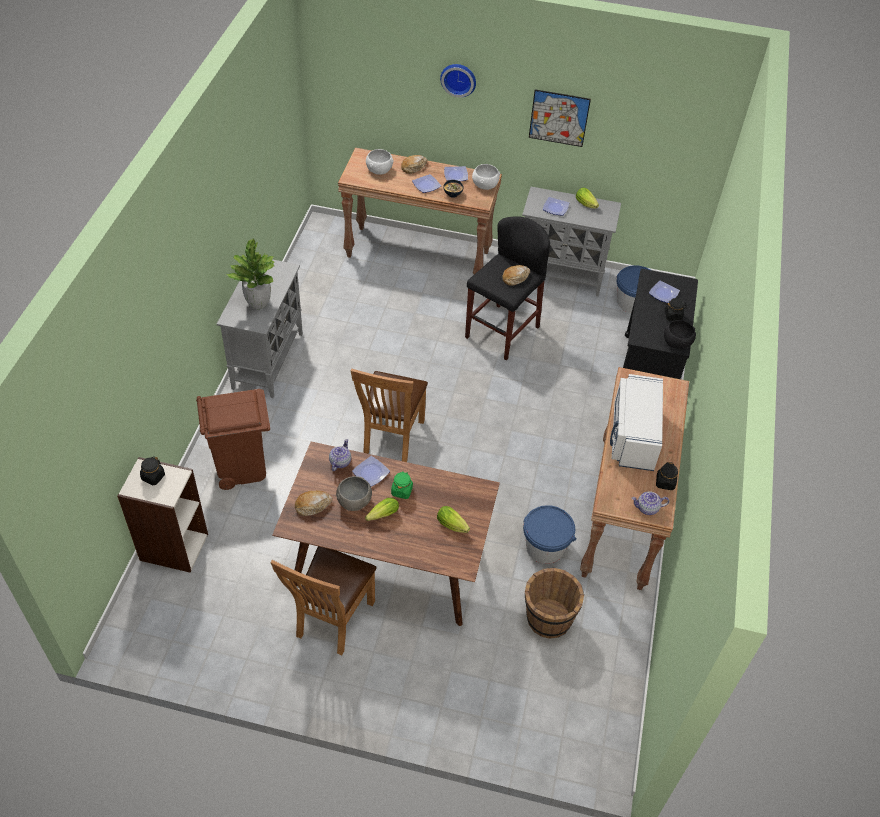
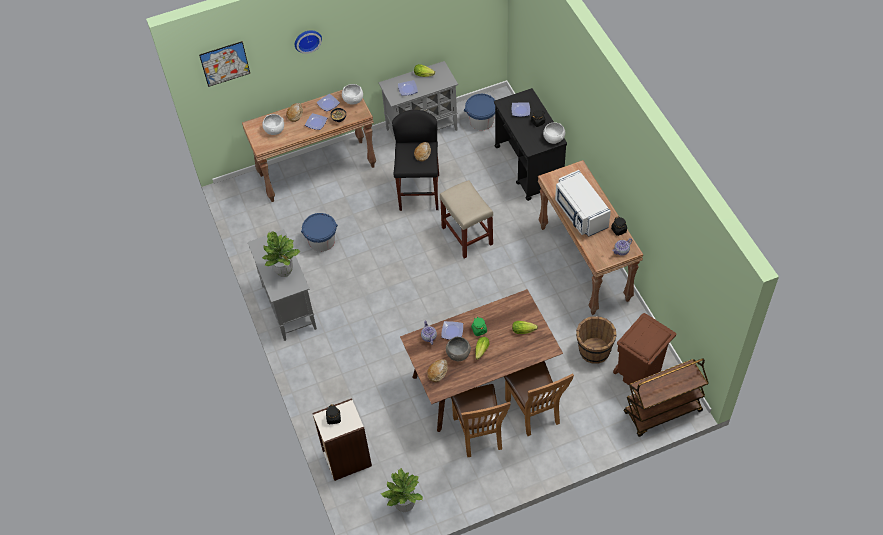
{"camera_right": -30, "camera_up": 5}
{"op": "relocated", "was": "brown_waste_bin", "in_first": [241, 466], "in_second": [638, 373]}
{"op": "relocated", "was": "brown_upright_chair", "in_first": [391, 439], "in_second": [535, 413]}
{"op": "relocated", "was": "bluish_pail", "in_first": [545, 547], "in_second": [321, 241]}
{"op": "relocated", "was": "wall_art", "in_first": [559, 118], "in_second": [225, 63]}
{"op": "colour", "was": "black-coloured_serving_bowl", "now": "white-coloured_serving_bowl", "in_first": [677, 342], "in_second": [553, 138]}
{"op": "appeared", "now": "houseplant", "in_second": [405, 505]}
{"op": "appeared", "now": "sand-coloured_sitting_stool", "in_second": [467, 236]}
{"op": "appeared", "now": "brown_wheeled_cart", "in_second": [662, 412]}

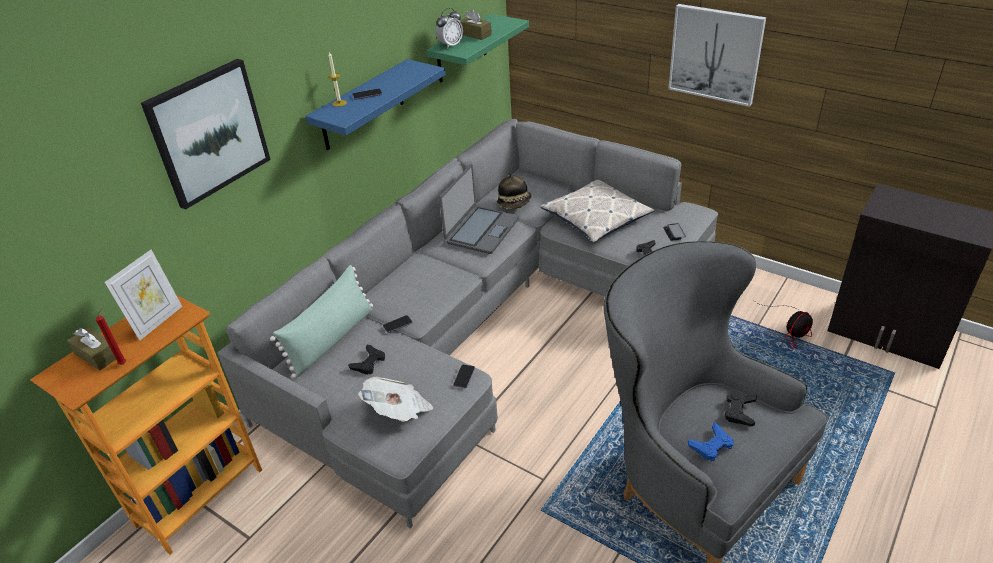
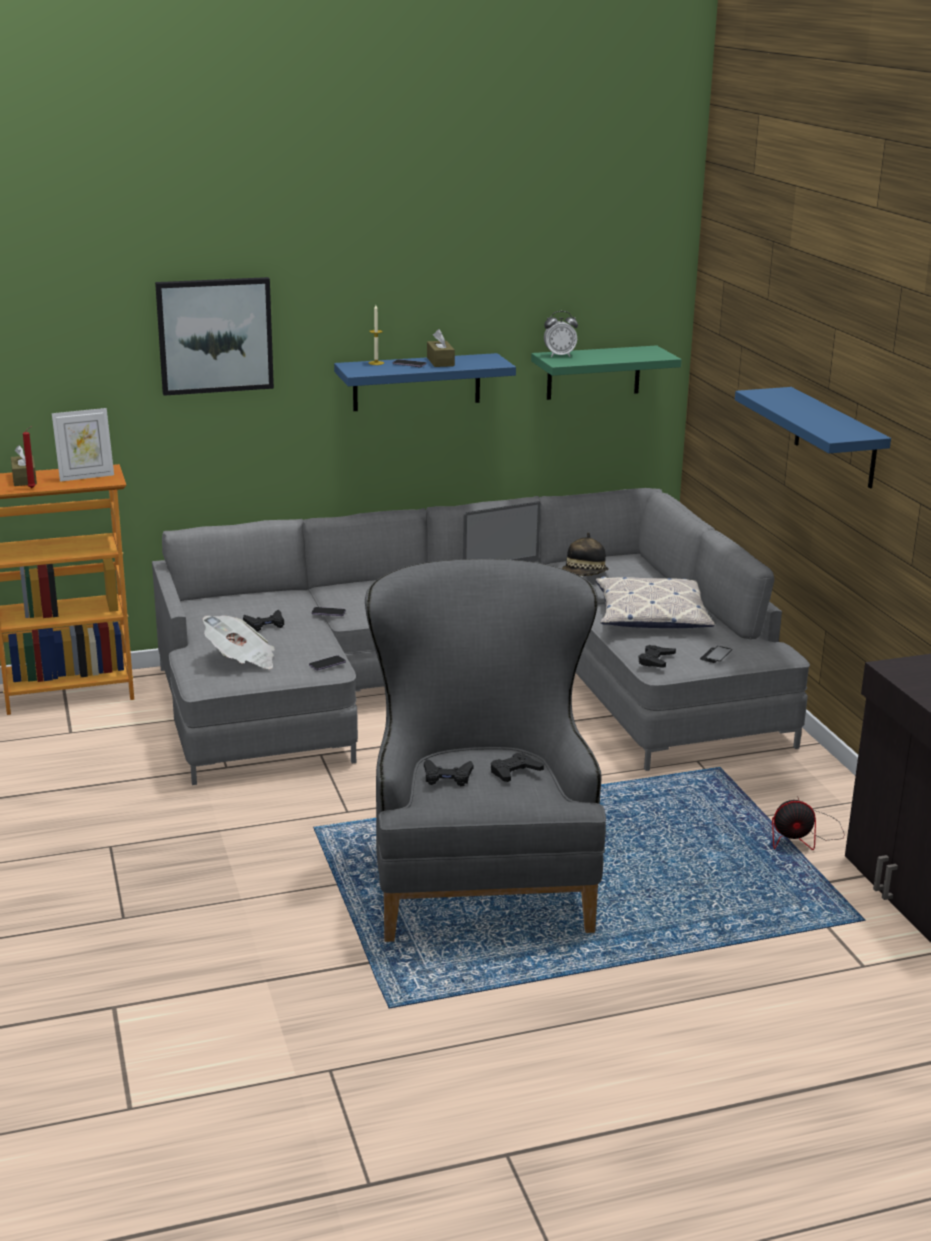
{"camera_right": 35, "camera_up": -15}
{"op": "missing", "was": "greenish_throw_pillow", "in_first": [331, 339]}
{"op": "relocated", "was": "brown_box_of_tissues", "in_first": [475, 34], "in_second": [440, 362]}
{"op": "exchanged", "was": "wall_art", "now": "bluish_bracket_shelf", "in_first": [715, 54], "in_second": [835, 438]}
{"op": "colour", "was": "bluish_gamepad", "now": "black-coloured_gamepad", "in_first": [711, 445], "in_second": [447, 777]}

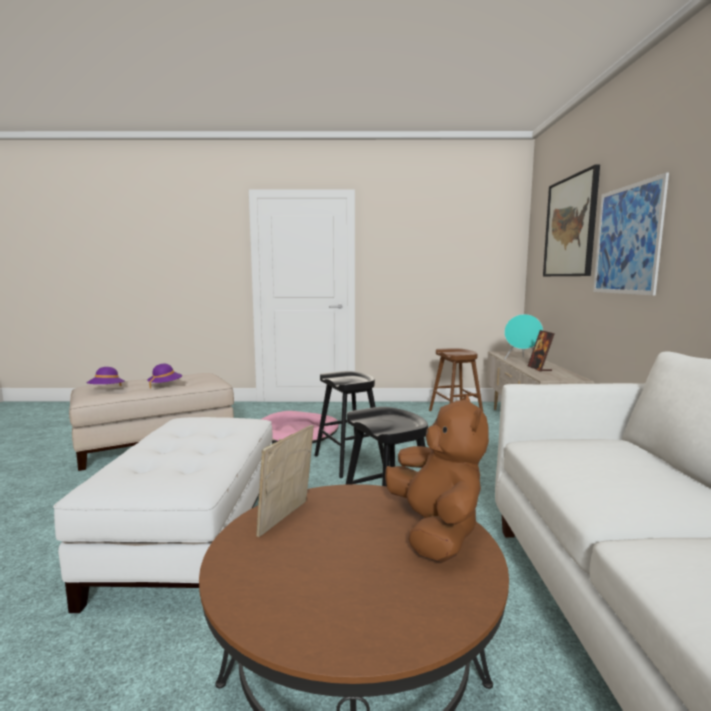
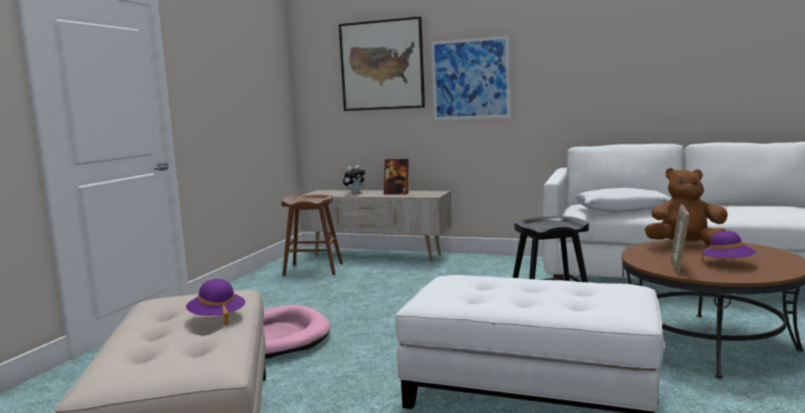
{"camera_right": -70, "camera_up": 0}
{"op": "relocated", "was": "purplish_clothing_hat", "in_first": [106, 390], "in_second": [728, 264]}
{"op": "spun", "was": "photo_frame", "in_first": [287, 519], "in_second": [678, 267], "clockwise": 60}
{"op": "missing", "was": "black-coloured_sitting_stool", "in_first": [349, 461]}
{"op": "exchanged", "was": "blue-green_speaker", "now": "cuddly_toy", "in_first": [522, 360], "in_second": [355, 193]}
{"op": "appeared", "now": "white-coloured_throw_pillow", "in_second": [621, 209]}

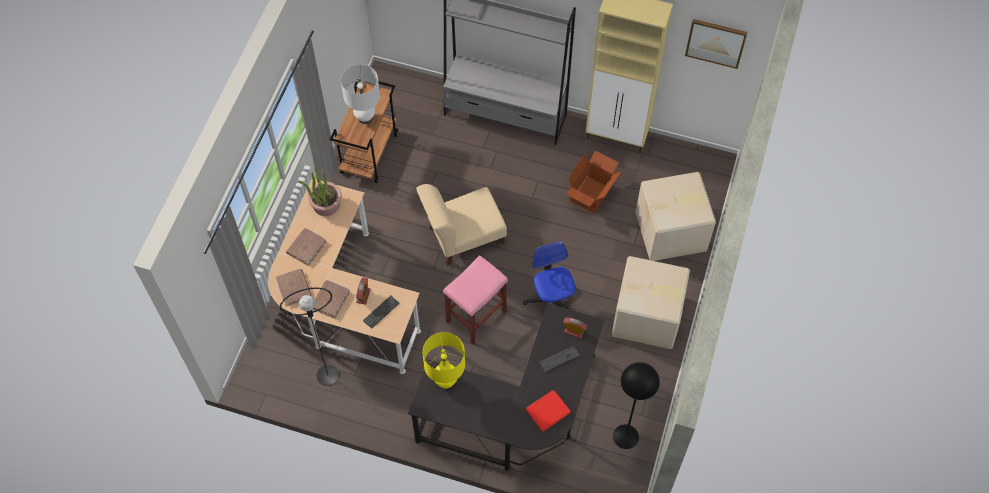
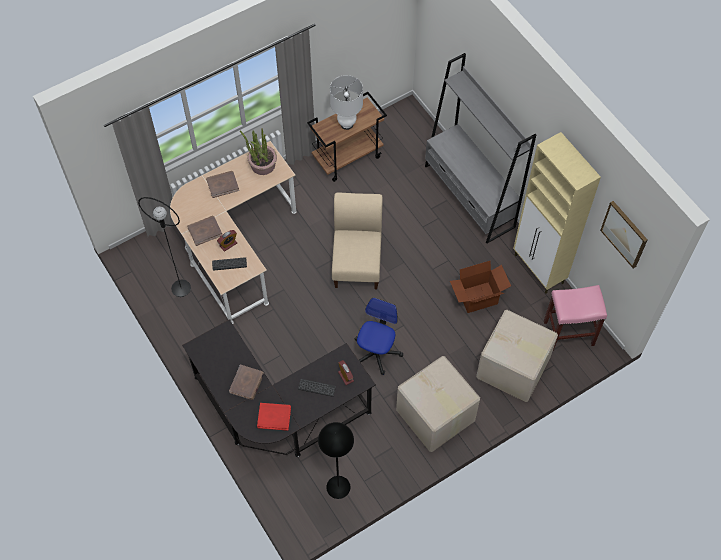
{"camera_right": 40, "camera_up": 0}
{"op": "relocated", "was": "brown_book", "in_first": [294, 288], "in_second": [247, 383]}
{"op": "spun", "was": "sand-coloured_upright_chair", "in_first": [463, 237], "in_second": [357, 261], "clockwise": 75}
{"op": "missing", "was": "yellowish_table_lamp", "in_first": [446, 381]}
{"op": "relocated", "was": "pink-coloured_sitting_stool", "in_first": [476, 317], "in_second": [568, 333]}

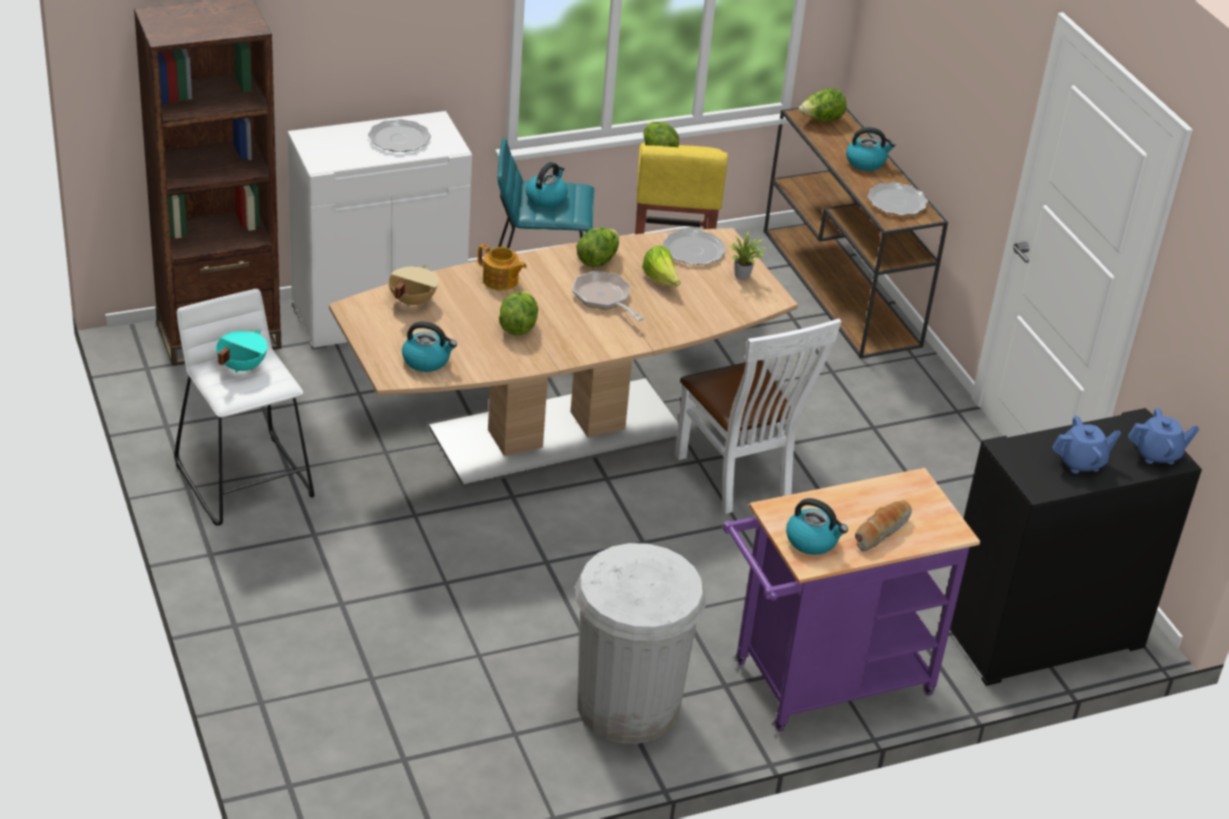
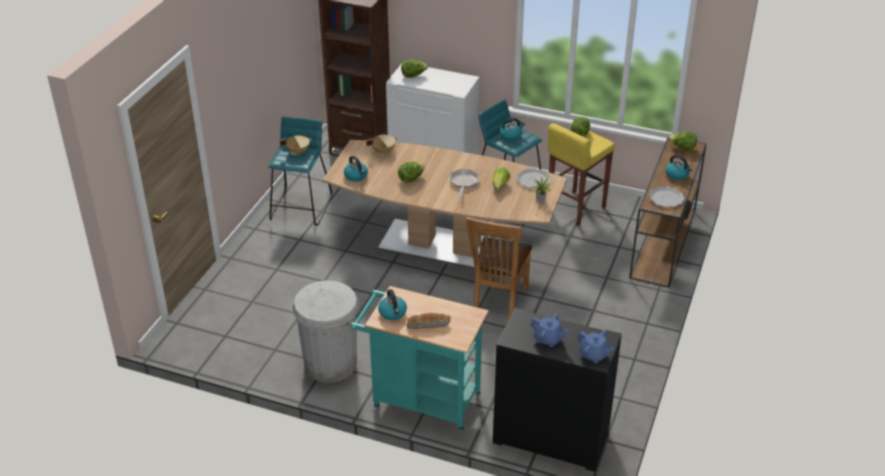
{"camera_right": 45, "camera_up": 0}
{"op": "colour", "was": "white-coloured_sitting_stool", "now": "blue-green_sitting_stool", "in_first": [246, 480], "in_second": [301, 208]}
{"op": "colour", "was": "blue-green_stockpot", "now": "sand-coloured_stockpot", "in_first": [241, 366], "in_second": [298, 152]}
{"op": "missing", "was": "dinner_plate", "in_first": [399, 139]}
{"op": "missing", "was": "pot_for_tea", "in_first": [500, 281]}
{"op": "relocated", "was": "lettuce_head", "in_first": [597, 260], "in_second": [413, 76]}
{"op": "colour", "was": "white-coloured_upright_chair", "now": "brown_upright_chair", "in_first": [738, 479], "in_second": [498, 301]}
{"op": "colour", "was": "purplish_wheeled_cart", "now": "blue-green_wheeled_cart", "in_first": [821, 683], "in_second": [420, 400]}

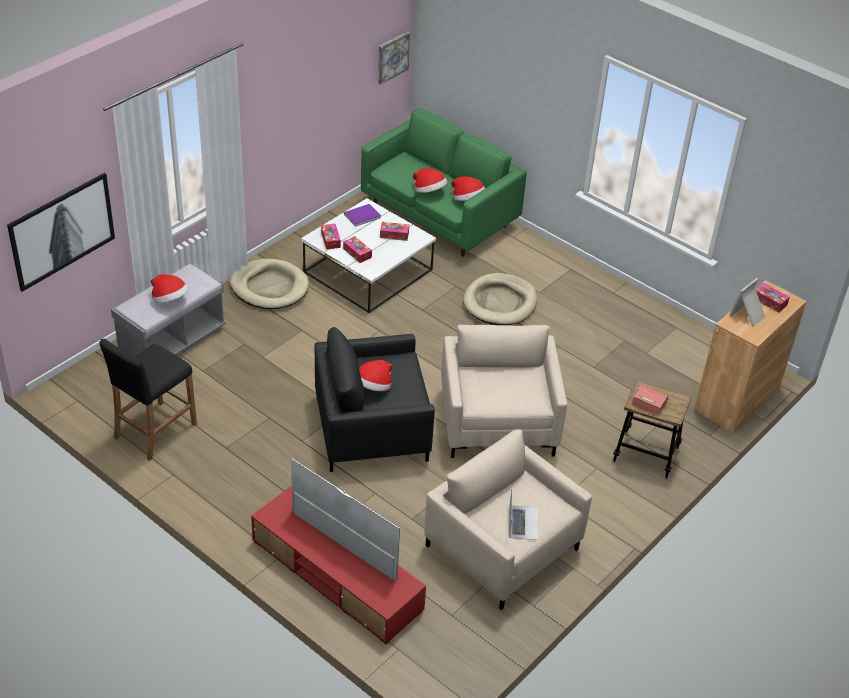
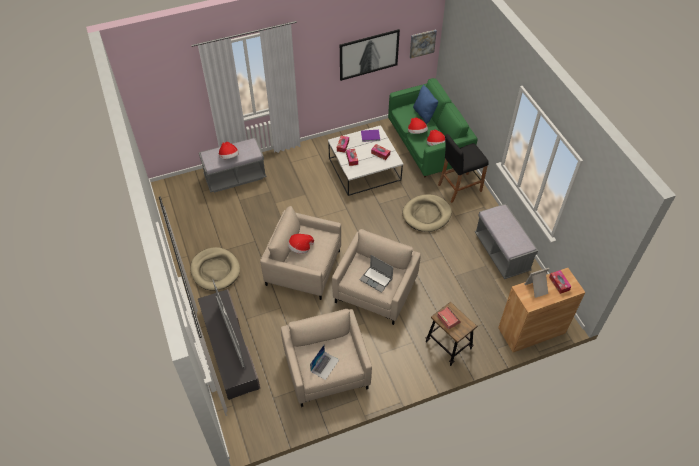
{"camera_right": 30, "camera_up": 10}
{"op": "relocated", "was": "wall_art", "in_first": [61, 230], "in_second": [368, 54]}
{"op": "relocated", "was": "black-coloured_sitting_stool", "in_first": [155, 430], "in_second": [459, 187]}
{"op": "relocated", "was": "sand-coloured_pet_bed", "in_first": [269, 287], "in_second": [215, 270]}
{"op": "colour", "was": "reddish_media_console", "now": "grey_media_console", "in_first": [336, 575], "in_second": [229, 348]}
{"op": "colour", "was": "black-coloured_easy_chair", "now": "sand-coloured_easy_chair", "in_first": [371, 428], "in_second": [303, 267]}
{"op": "appeared", "now": "portable_computer", "in_second": [376, 279]}
{"op": "appeared", "now": "bluish_throw_pillow", "in_second": [424, 114]}
{"op": "appeared", "now": "grey_bench", "in_second": [501, 253]}

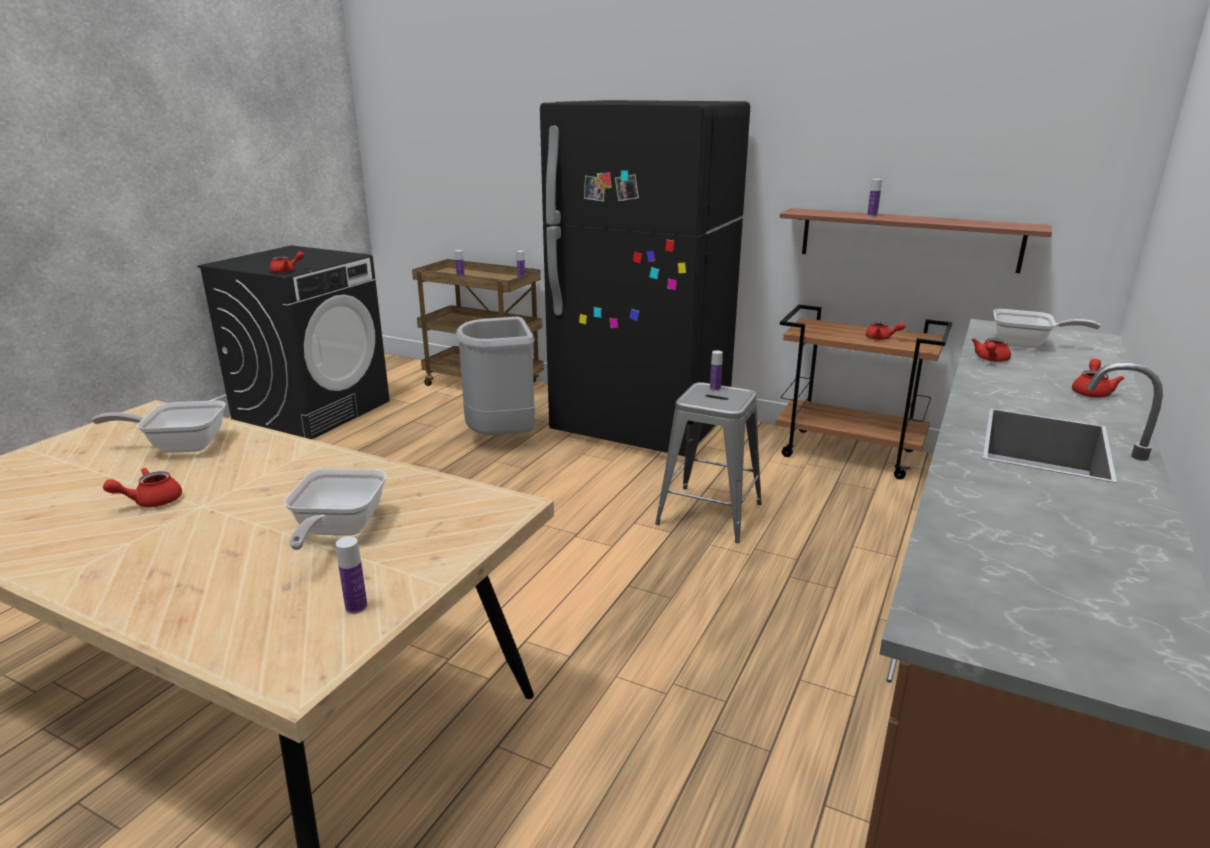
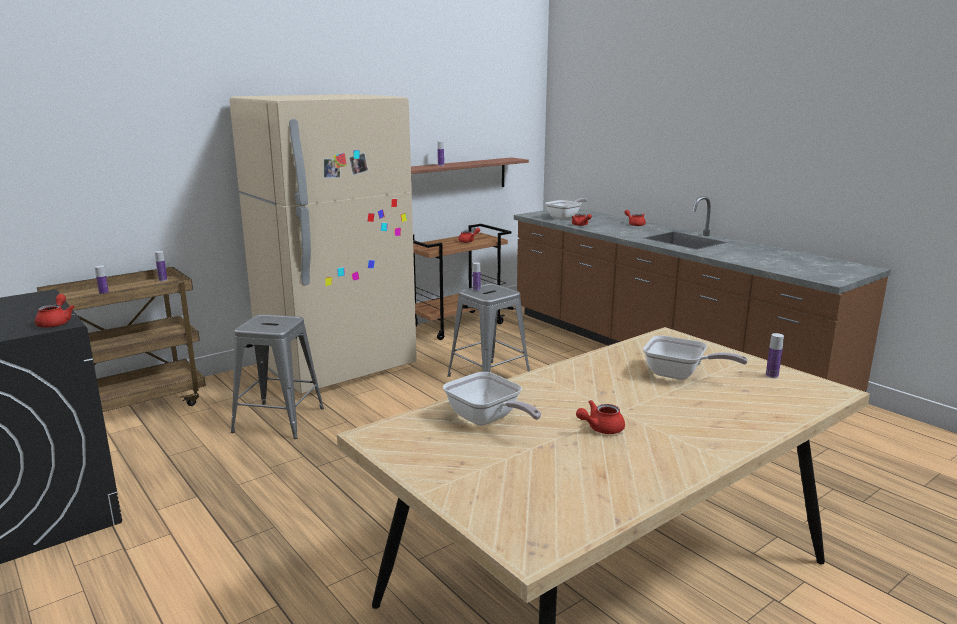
{"camera_right": -65, "camera_up": -5}
{"op": "spun", "was": "skillet", "in_first": [180, 445], "in_second": [487, 420], "clockwise": -60}
{"op": "spun", "was": "reddish_pot_for_tea", "in_first": [151, 501], "in_second": [600, 429], "clockwise": 75}
{"op": "exchanged", "was": "grey_waste_bin", "now": "grey_sitting_stool", "in_first": [502, 439], "in_second": [278, 420]}
{"op": "colour", "was": "black-coloured_refrigerator", "now": "sand-coloured_refrigerator", "in_first": [641, 427], "in_second": [337, 367]}

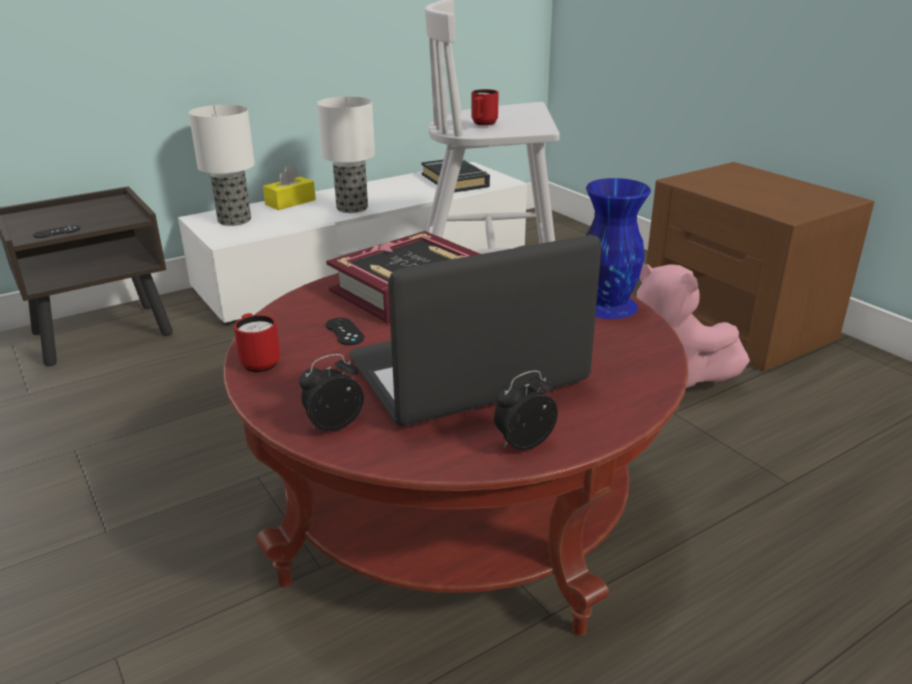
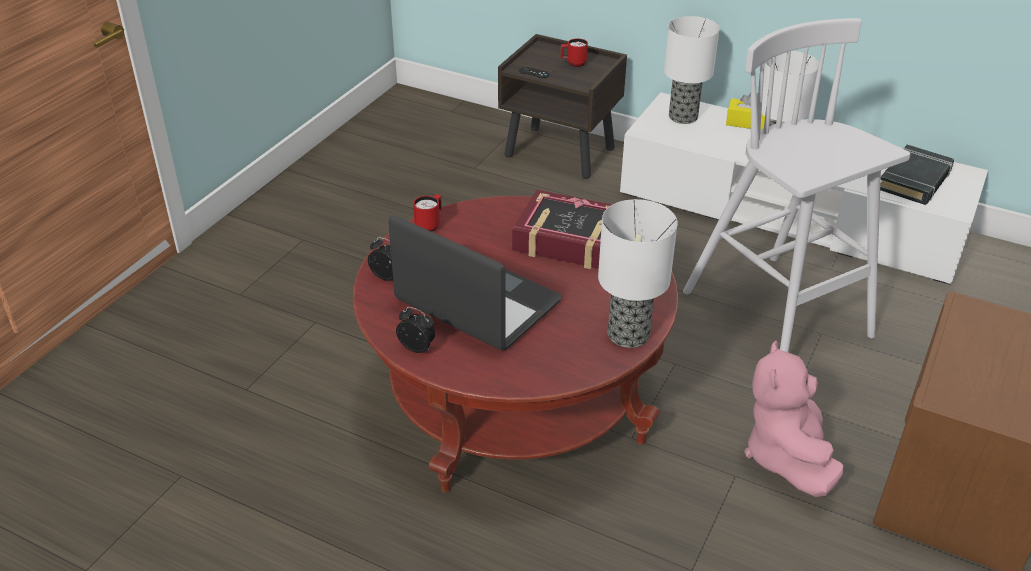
{"camera_right": 60, "camera_up": 10}
{"op": "missing", "was": "black-coloured_gamepad", "in_first": [344, 332]}
{"op": "relocated", "was": "reddish_tea_mug", "in_first": [482, 124], "in_second": [573, 63]}
{"op": "exchanged", "was": "bluish_decorative_vase", "now": "table_lamp", "in_first": [607, 305], "in_second": [629, 334]}

